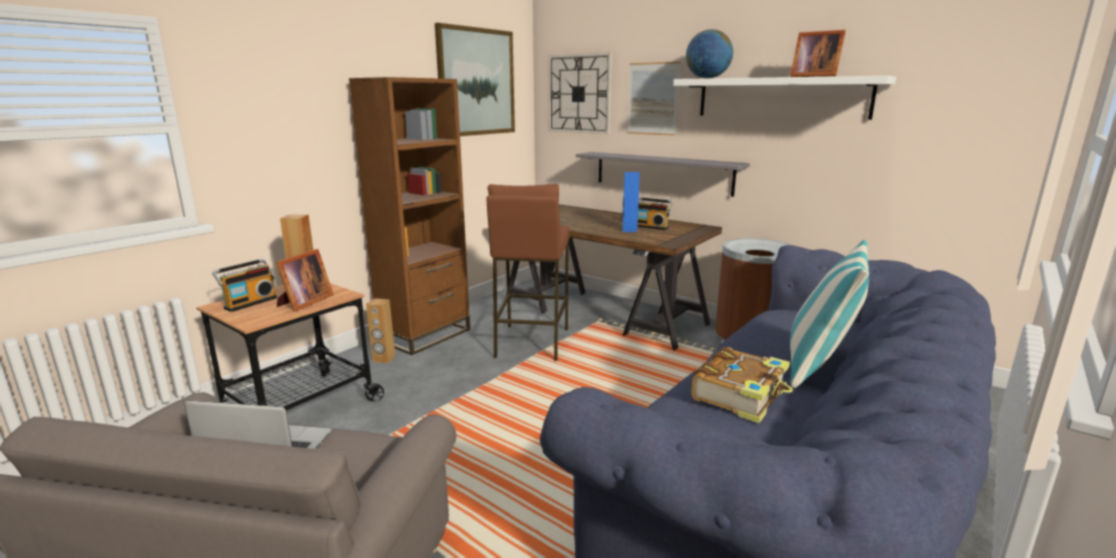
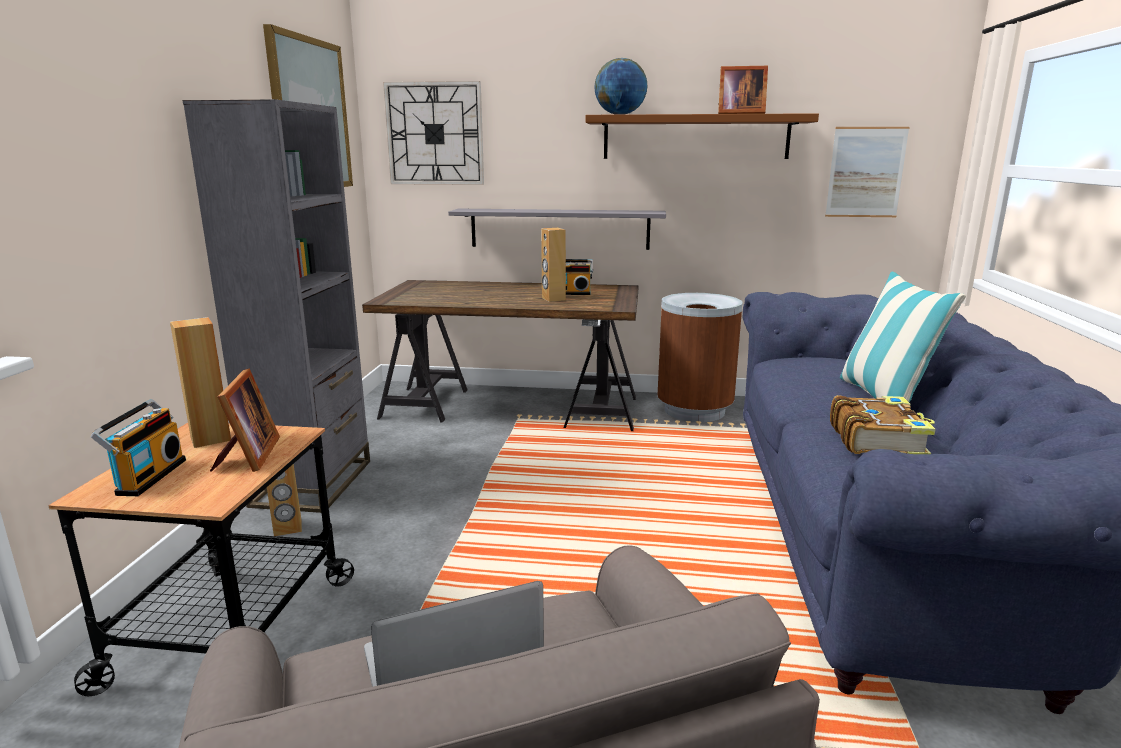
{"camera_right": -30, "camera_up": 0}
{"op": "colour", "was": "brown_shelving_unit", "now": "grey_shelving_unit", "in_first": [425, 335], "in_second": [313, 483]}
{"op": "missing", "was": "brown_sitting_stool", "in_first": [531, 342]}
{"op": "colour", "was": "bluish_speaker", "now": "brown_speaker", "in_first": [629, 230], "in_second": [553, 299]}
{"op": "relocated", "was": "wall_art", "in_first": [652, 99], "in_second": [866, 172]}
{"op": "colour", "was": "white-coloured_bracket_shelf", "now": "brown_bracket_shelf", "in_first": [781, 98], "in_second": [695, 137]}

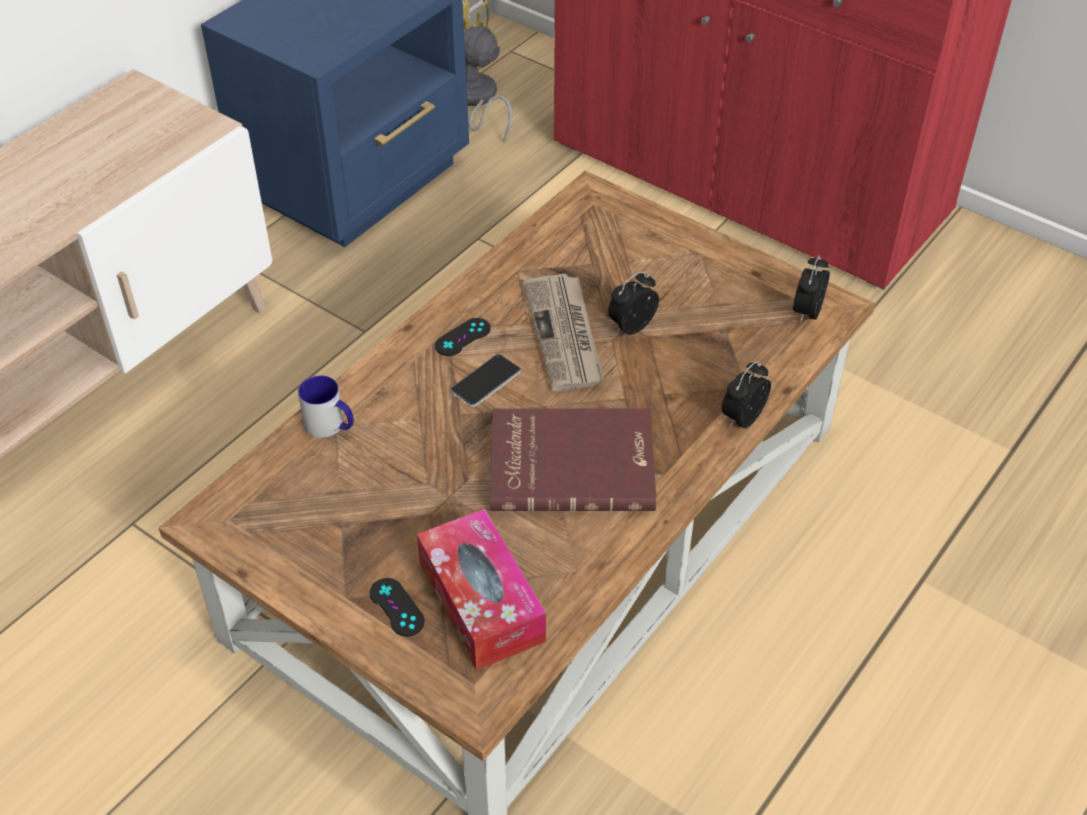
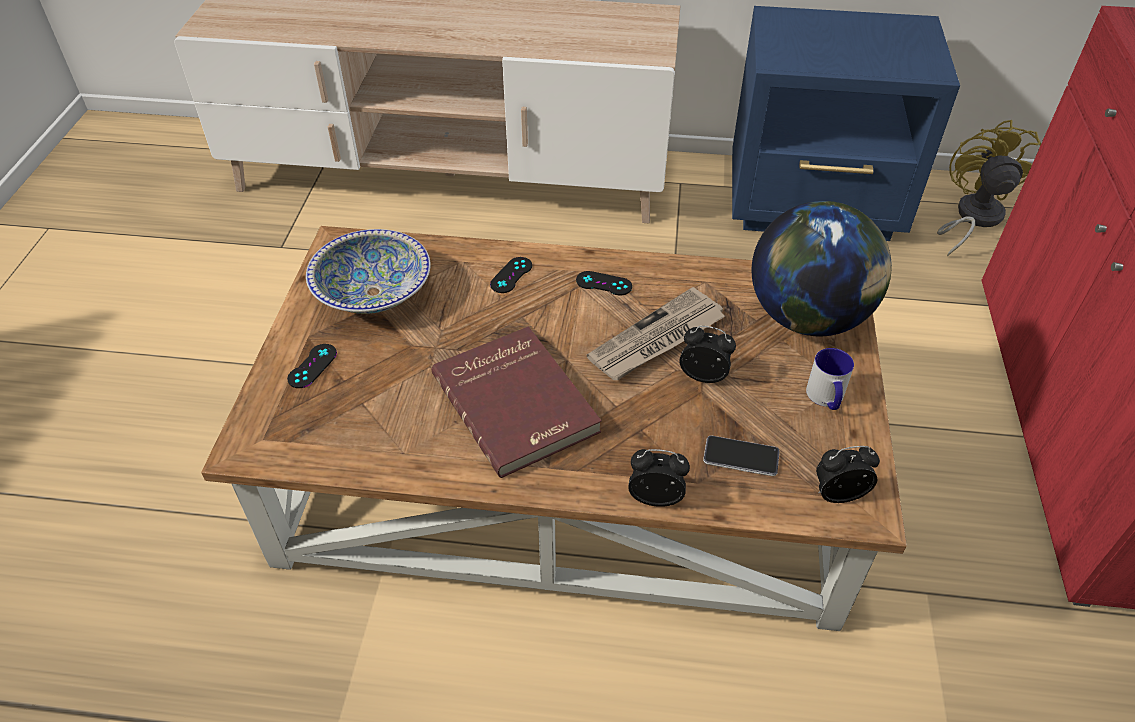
{"camera_right": 60, "camera_up": 0}
{"op": "relocated", "was": "tea_mug", "in_first": [331, 426], "in_second": [826, 398]}
{"op": "missing", "was": "box_of_tissues", "in_first": [481, 601]}
{"op": "relocated", "was": "handset", "in_first": [486, 382], "in_second": [741, 457]}
{"op": "appeared", "now": "serving_bowl", "in_second": [373, 292]}
{"op": "appeared", "now": "black-coloured_gamepad", "in_second": [511, 275]}
{"op": "appeared", "now": "globe", "in_second": [808, 317]}

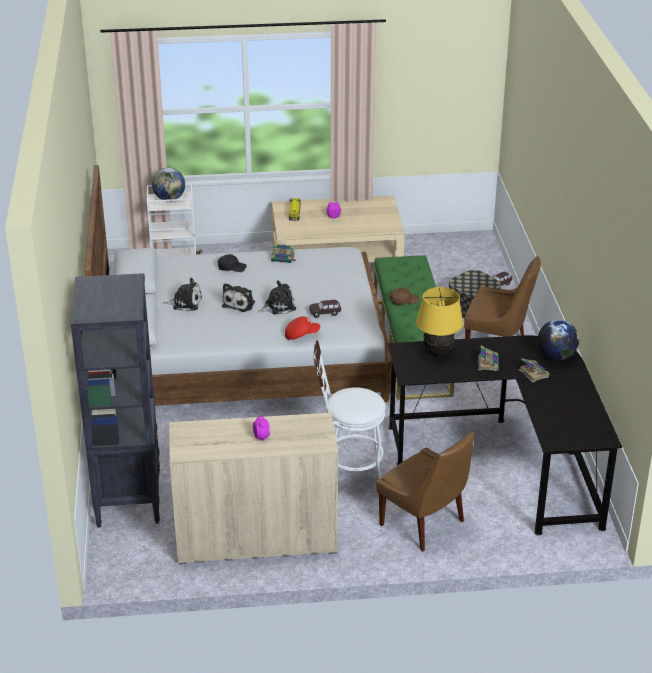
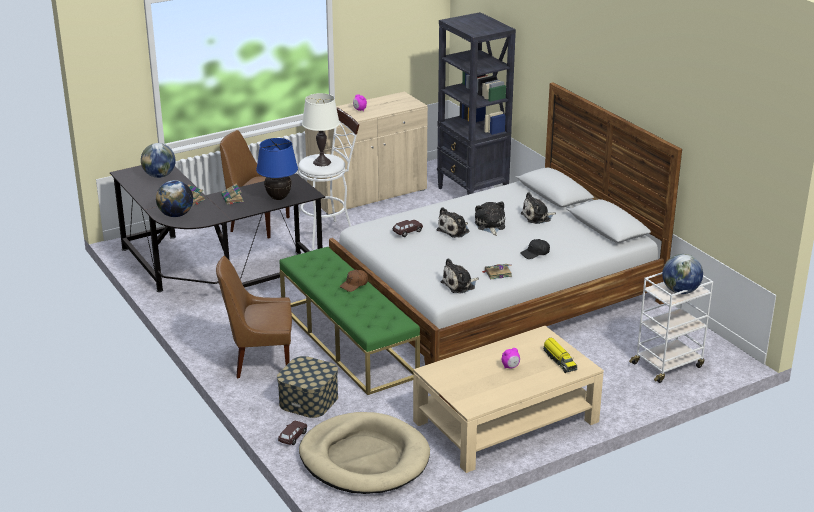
{"camera_right": 155, "camera_up": -5}
{"op": "missing", "was": "reddish_baseball_cap", "in_first": [301, 334]}
{"op": "colour", "was": "yellowish_table_lamp", "now": "bluish_table_lamp", "in_first": [437, 352], "in_second": [278, 197]}
{"op": "appeared", "now": "globe", "in_second": [159, 176]}
{"op": "appeared", "now": "sand-coloured_pet_bed", "in_second": [364, 458]}
{"op": "appeared", "now": "white-coloured_table_lamp", "in_second": [322, 162]}
{"op": "appeared", "now": "cuddly_toy", "in_second": [460, 285]}

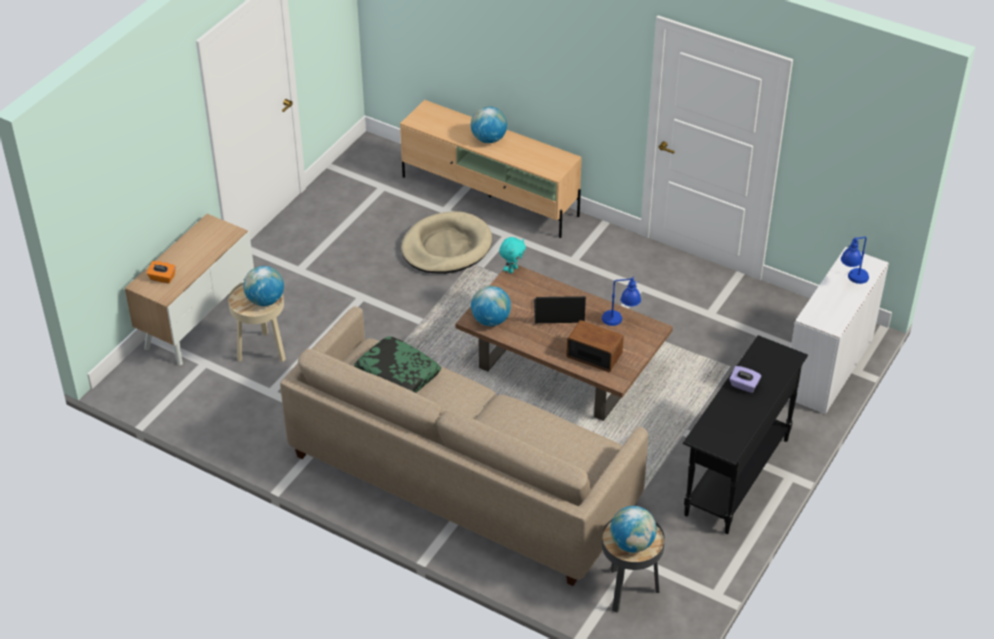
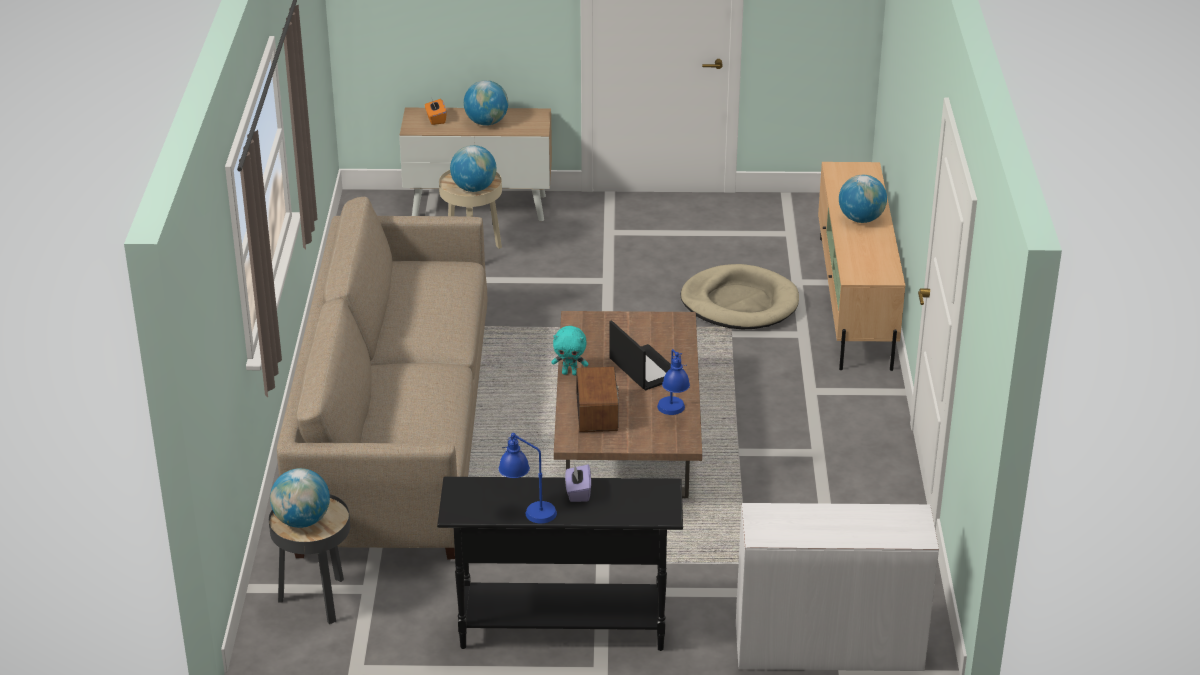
{"camera_right": 60, "camera_up": -10}
{"op": "missing", "was": "throw_pillow", "in_first": [397, 374]}
{"op": "relocated", "was": "globe", "in_first": [490, 320], "in_second": [486, 123]}
{"op": "relocated", "was": "blue-green_cuddly_toy", "in_first": [512, 269], "in_second": [570, 373]}
{"op": "relocated", "was": "bluish_table_lamp", "in_first": [852, 281], "in_second": [527, 511]}

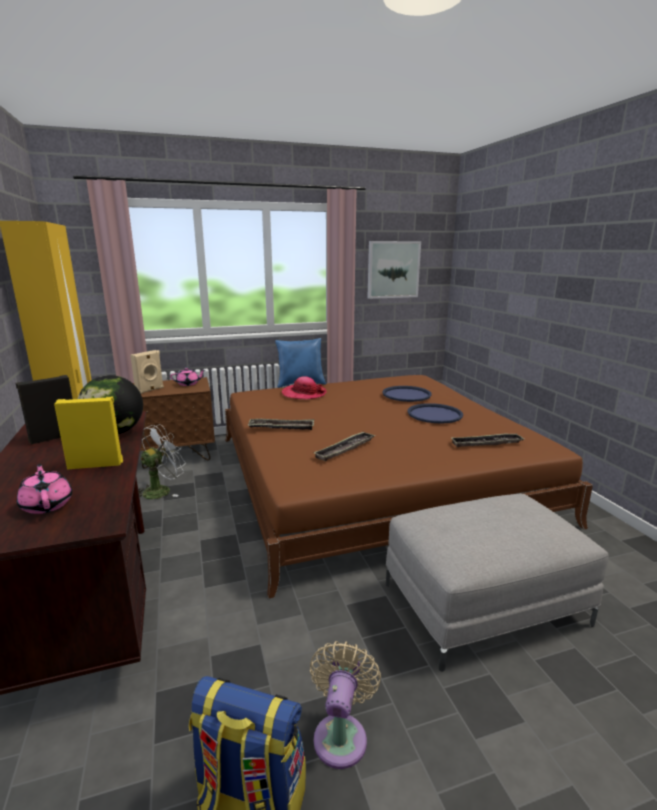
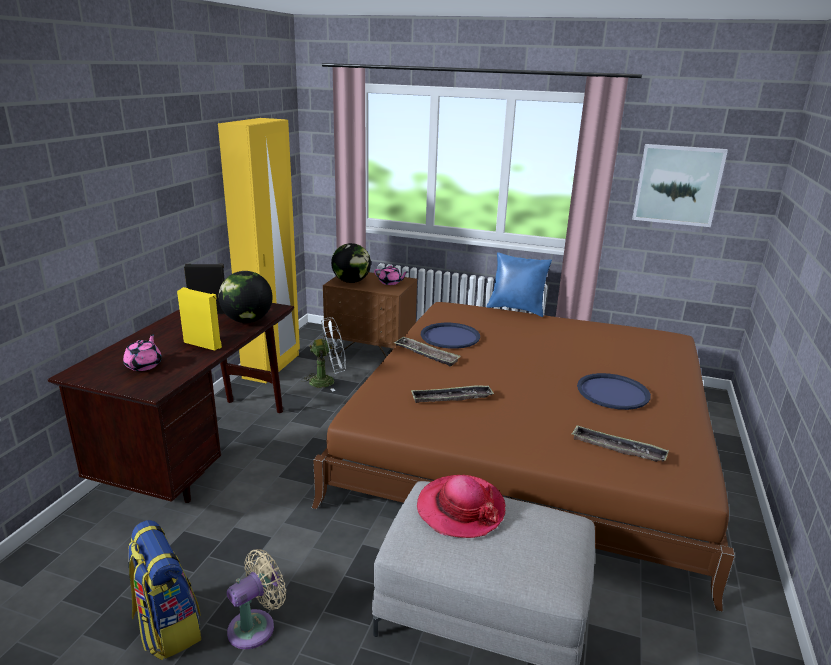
{"camera_right": 35, "camera_up": 5}
{"op": "exchanged", "was": "sand-coloured_speaker", "now": "globe", "in_first": [150, 390], "in_second": [351, 281]}
{"op": "relocated", "was": "clothing_hat", "in_first": [304, 393], "in_second": [460, 509]}
{"op": "relocated", "was": "bluish_serving_tray", "in_first": [406, 394], "in_second": [450, 336]}

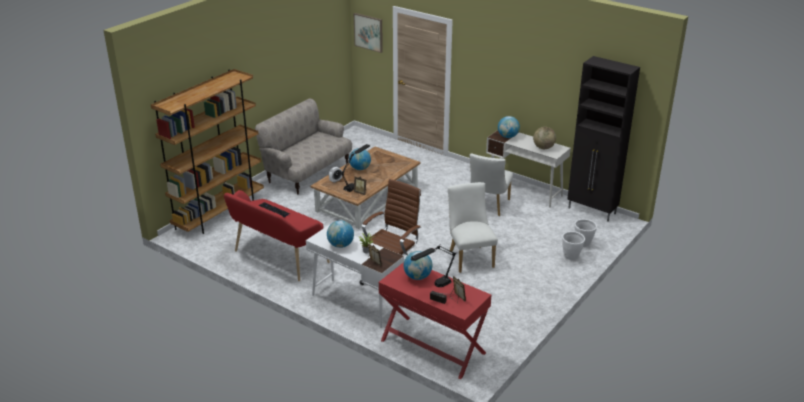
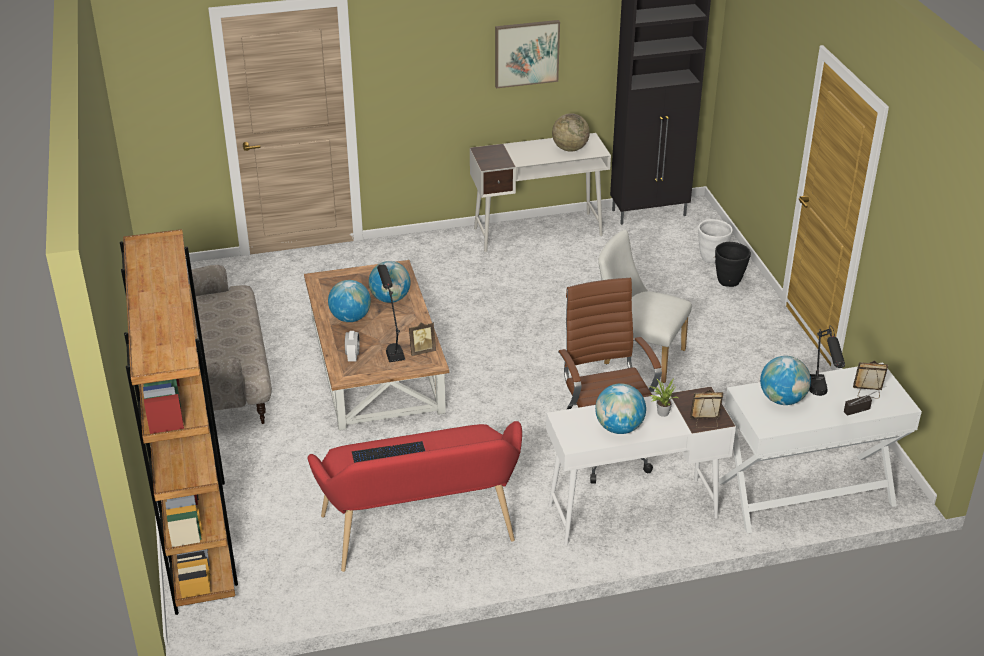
{"camera_right": -50, "camera_up": 5}
{"op": "relocated", "was": "wall_art", "in_first": [368, 32], "in_second": [526, 53]}
{"op": "colour", "was": "reddish_narrow_table", "now": "white-coloured_narrow_table", "in_first": [432, 347], "in_second": [806, 493]}
{"op": "missing", "was": "white-coloured_upright_chair", "in_first": [488, 206]}
{"op": "relocated", "was": "globe", "in_first": [507, 137], "in_second": [390, 299]}
{"op": "colour", "was": "white-coloured_plant_pot", "now": "black-coloured_plant_pot", "in_first": [571, 257], "in_second": [729, 282]}

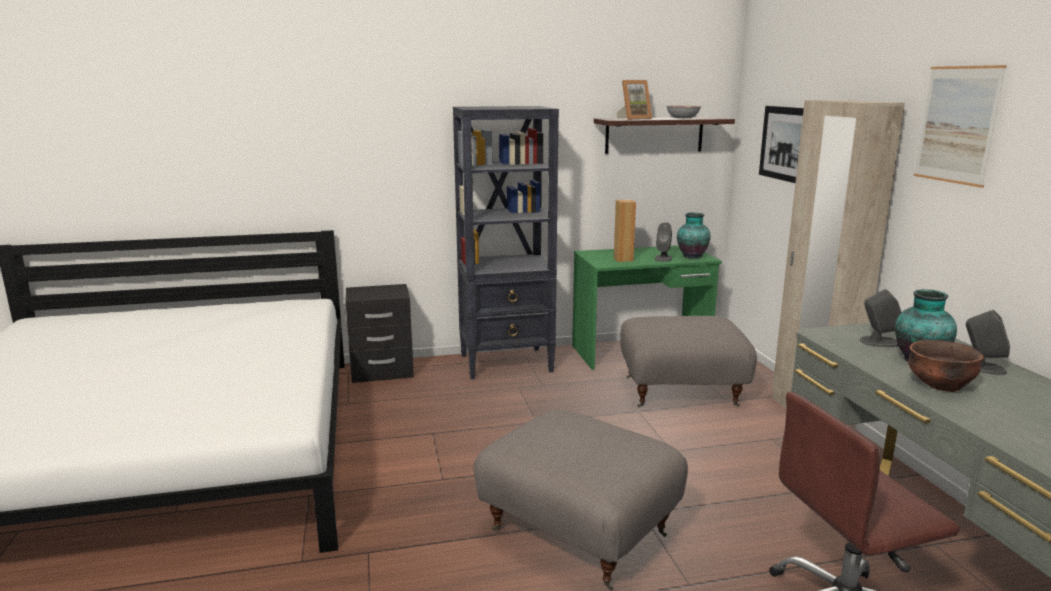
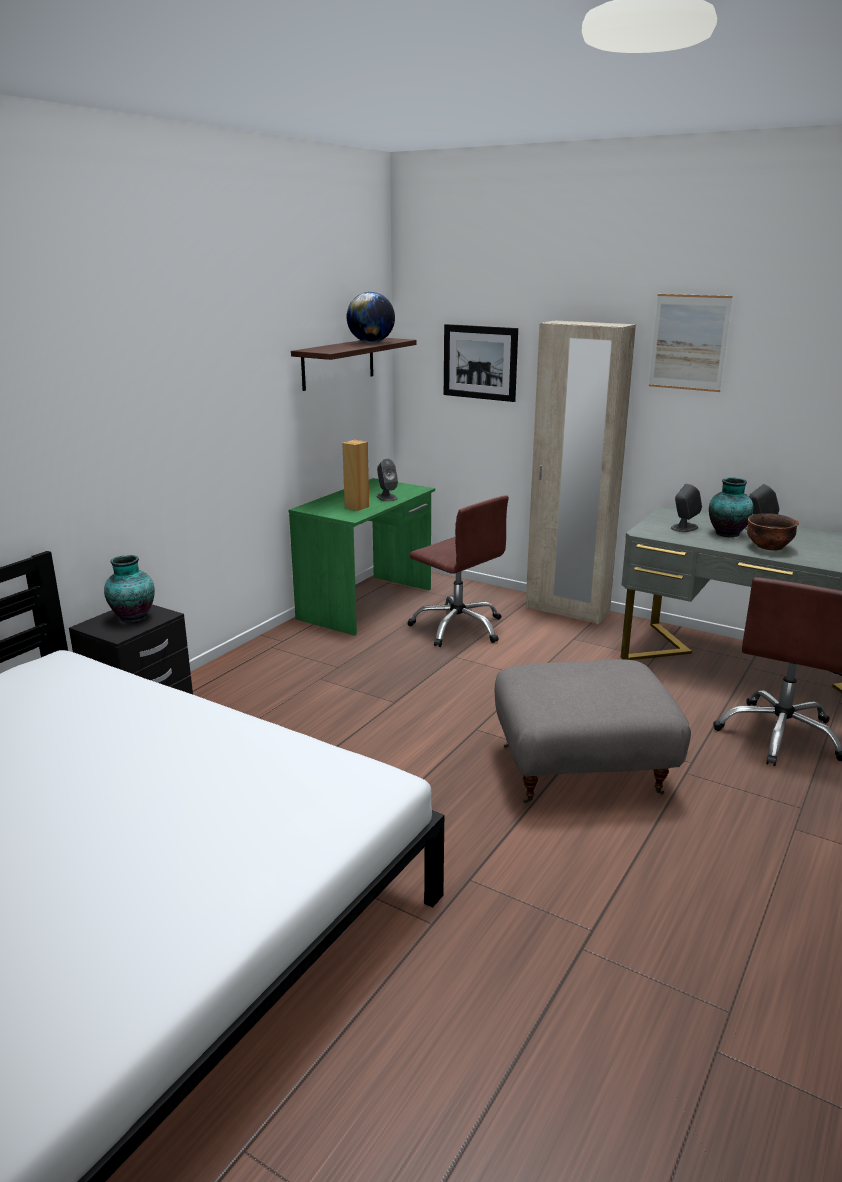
{"camera_right": -45, "camera_up": 5}
{"op": "missing", "was": "black-coloured_shelving_unit", "in_first": [507, 363]}
{"op": "missing", "was": "photo_frame", "in_first": [634, 118]}
{"op": "exchanged", "was": "grey_footrest", "now": "brown_office_chair", "in_first": [681, 392], "in_second": [458, 627]}
{"op": "exchanged", "was": "serving_bowl", "now": "globe", "in_first": [682, 118], "in_second": [371, 342]}
{"op": "relocated", "was": "decorative_vase", "in_first": [691, 256], "in_second": [132, 618]}

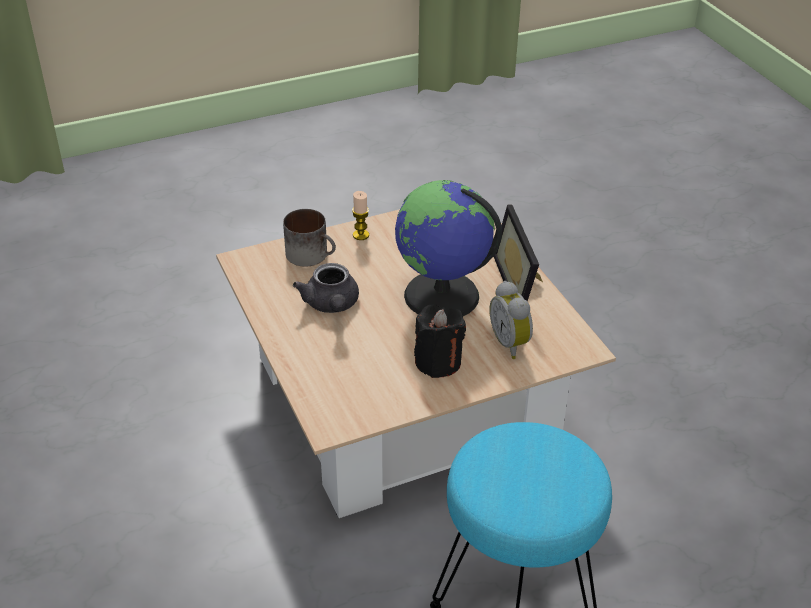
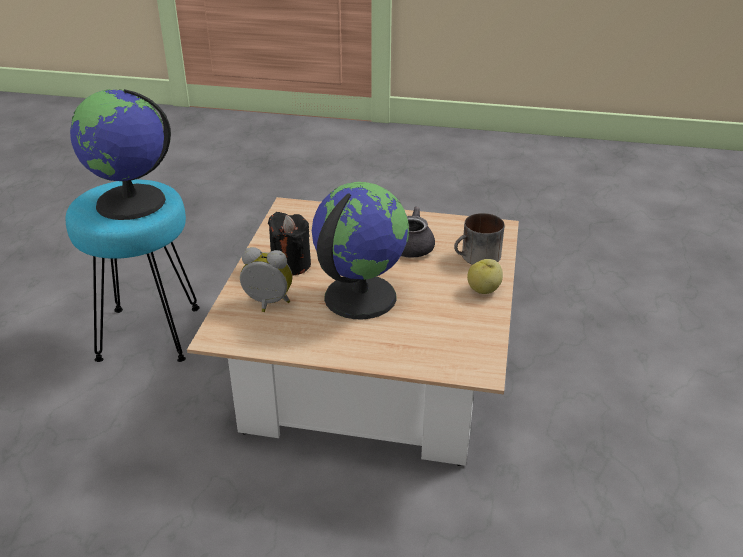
{"camera_right": 125, "camera_up": -5}
{"op": "exchanged", "was": "wax_light", "now": "apple_fruit", "in_first": [361, 235], "in_second": [484, 290]}
{"op": "missing", "was": "photo_frame", "in_first": [522, 283]}
{"op": "appeared", "now": "globe", "in_second": [131, 203]}

